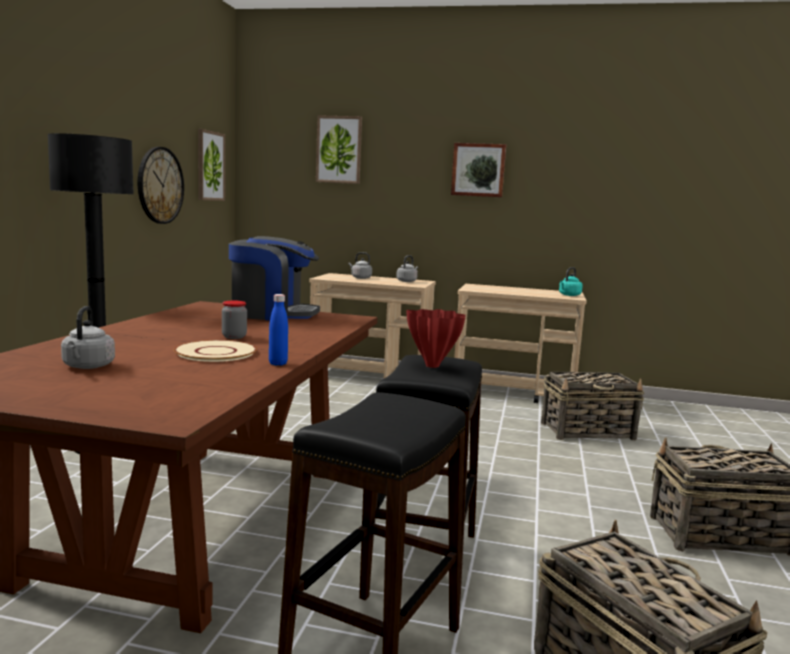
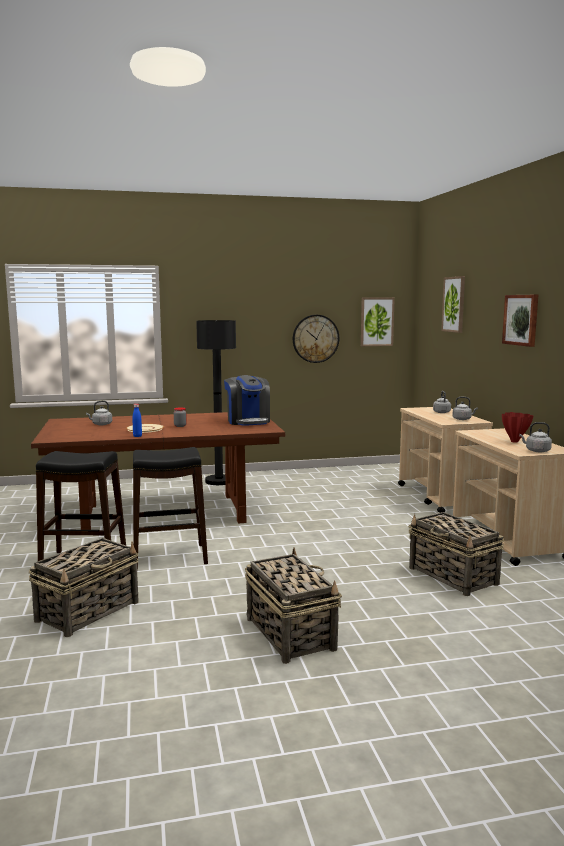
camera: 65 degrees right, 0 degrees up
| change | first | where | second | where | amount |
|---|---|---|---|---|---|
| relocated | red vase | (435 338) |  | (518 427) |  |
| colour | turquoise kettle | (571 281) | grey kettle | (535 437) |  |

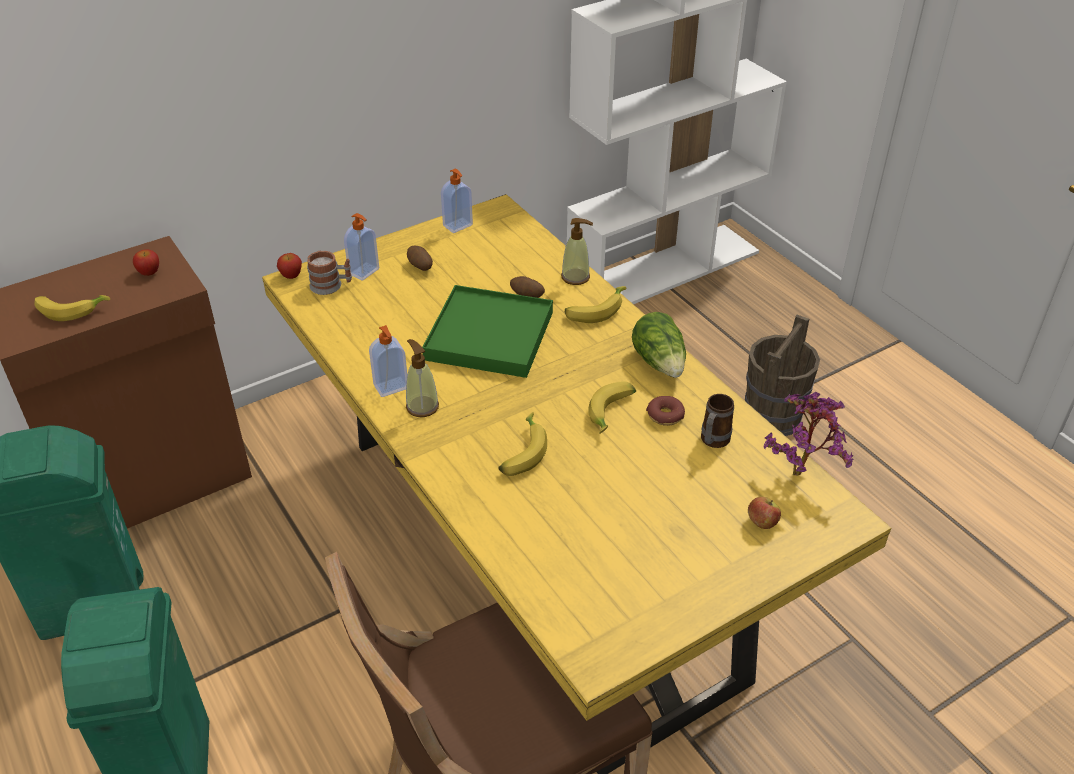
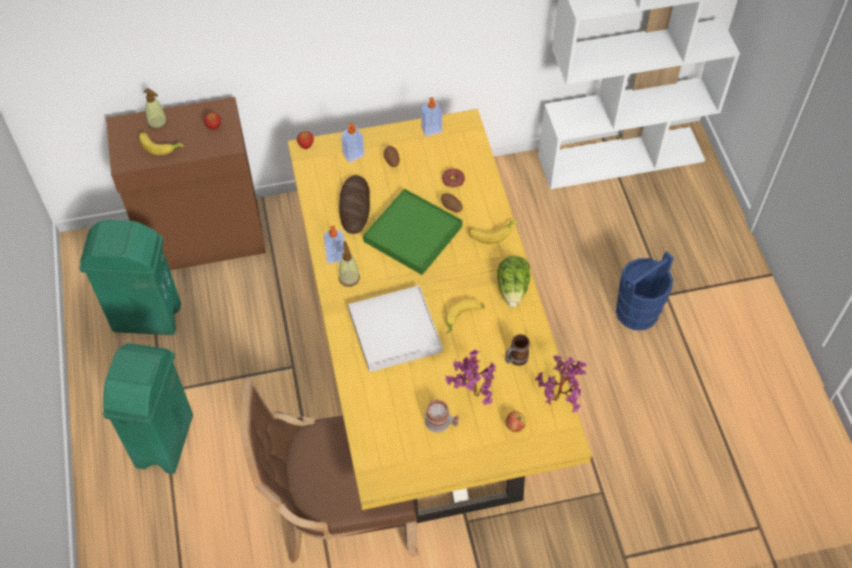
camera: 20 degrees right, 15 degrees up
| change | first | where | second | where | amount |
|---|---|---|---|---|---|
| relocated | mug | (329 272) |  | (442 416) |  |
| exchanged | banana | (522 444) | white tray | (395 328) |  |
| relocated | soap dispenser | (577 251) |  | (155 109) |  |
| relocated | donut | (665 411) |  | (453 178) |  |
| colour | brown bucket | (782 375) | blue bucket | (645 290) |  |
| appeared |  |  | bread | (354 204) |  |
| appeared |  |  | potted plant | (470 377) |  |

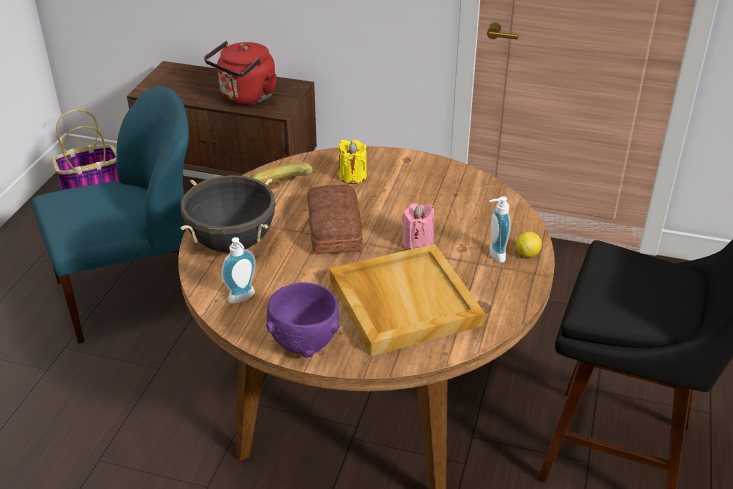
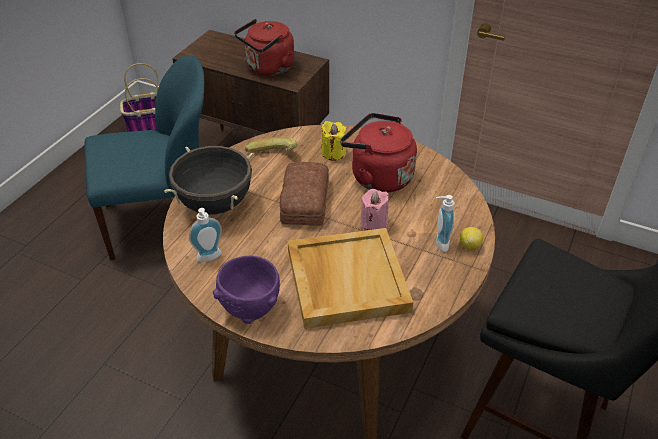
camera: 10 degrees right, 5 degrees up
| change | first | where | second | where | amount |
|---|---|---|---|---|---|
| appeared |  |  | red kettle | (378 152) |  |

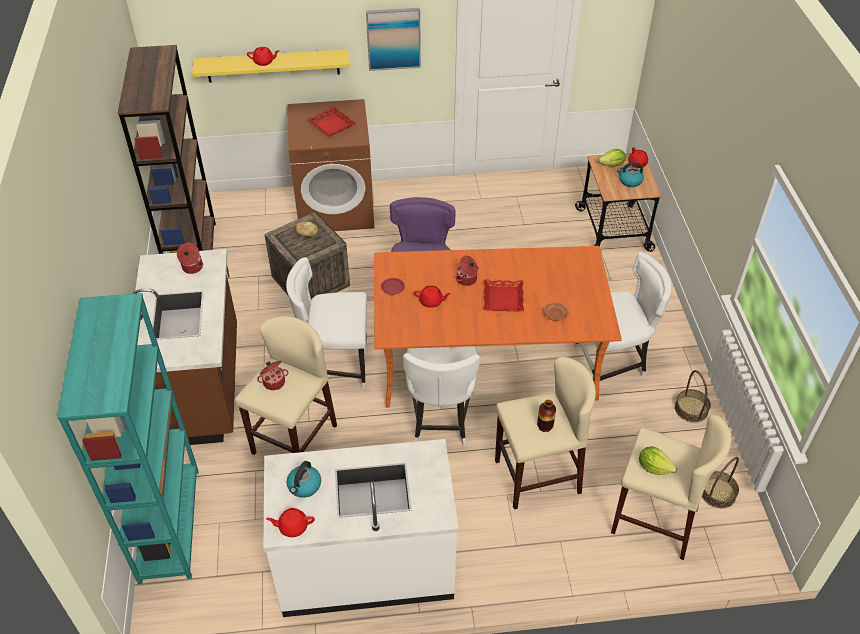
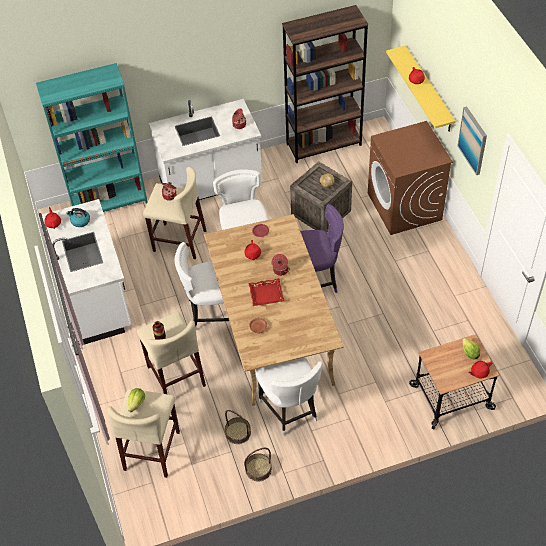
camera: 80 degrees right, 5 degrees up
| change | first | where | second | where | amount |
|---|---|---|---|---|---|
| colour | brown counter | (185 347) | white counter | (206 149) |  |
| missing | red tray | (331 122) |  |  |  |
| colour | orange dining table | (498 327) | beige dining table | (273 310) |  |
| missing | kettle | (630 174) |  |  |  |
| relocated | basket | (720 482) |  | (238 427) |  |

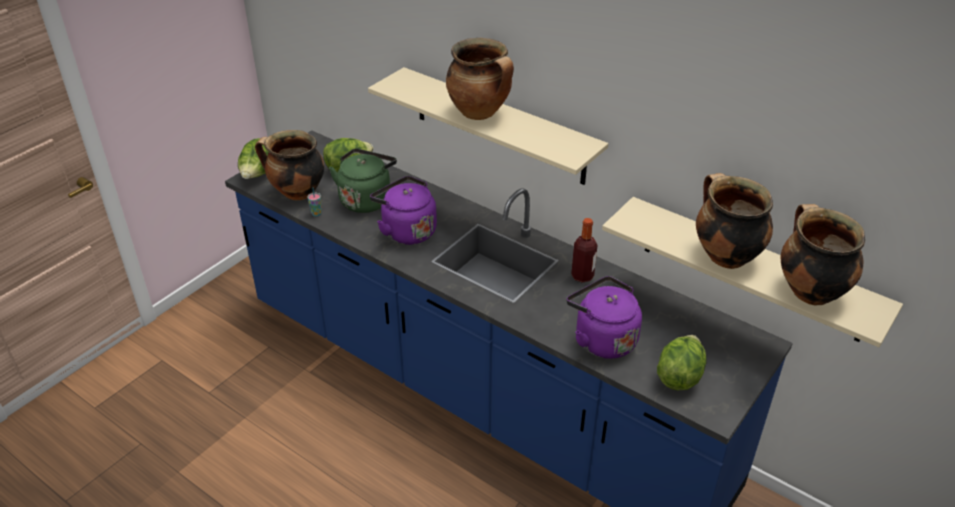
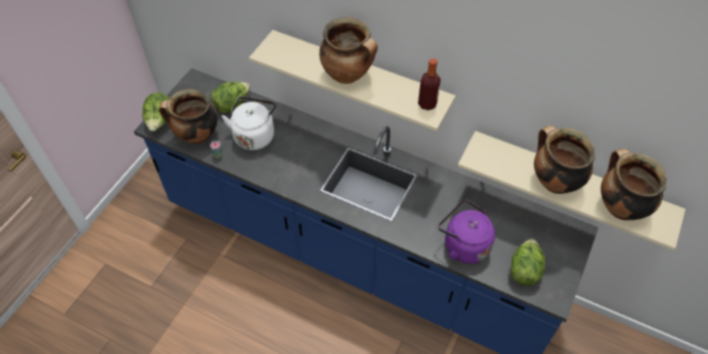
camera: 10 degrees left, 15 degrees up
| change | first | where | second | where | amount |
|---|---|---|---|---|---|
| colour | green kettle | (363 181) | white kettle | (249 123) |  |
| missing | purple kettle | (403 210) |  |  |  |
| relocated | bottle | (584 250) |  | (429 84) |  |

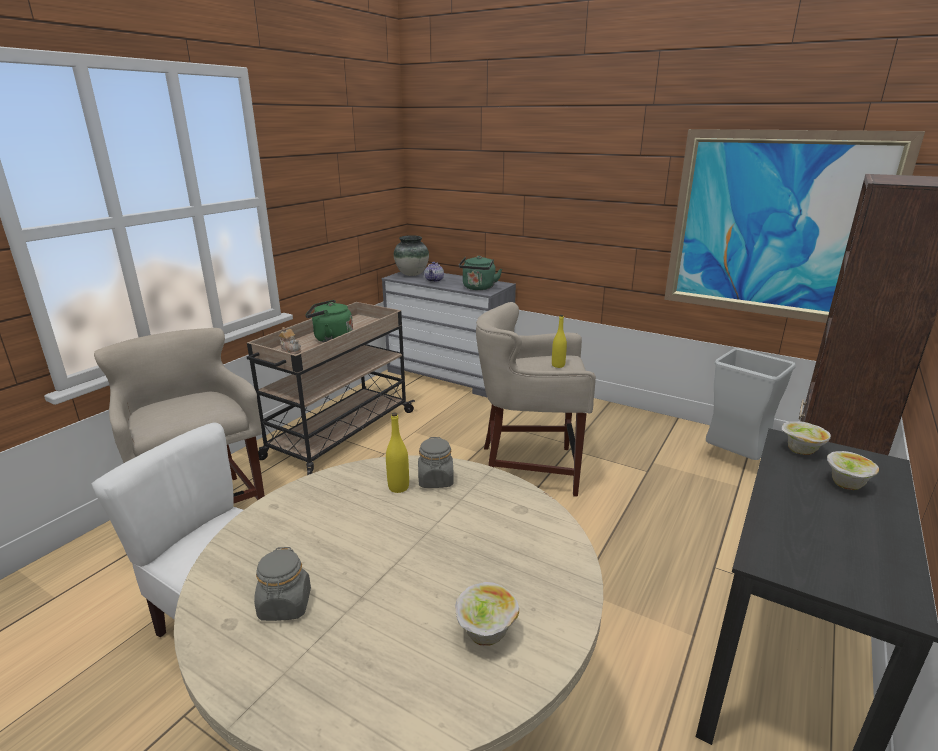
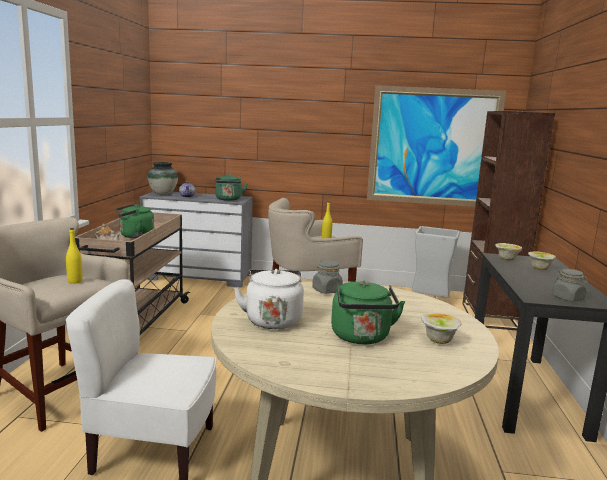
camera: 25 degrees left, 10 degrees down
| change | first | where | second | where | amount |
|---|---|---|---|---|---|
| relocated | grey jar | (282 584) |  | (570 285) |  |
| relocated | yellow bottle | (397 452) |  | (74 256) |  |
| appeared |  |  | white kettle | (269 299) |  |
| appeared |  |  | green kettle | (368 312) |  |

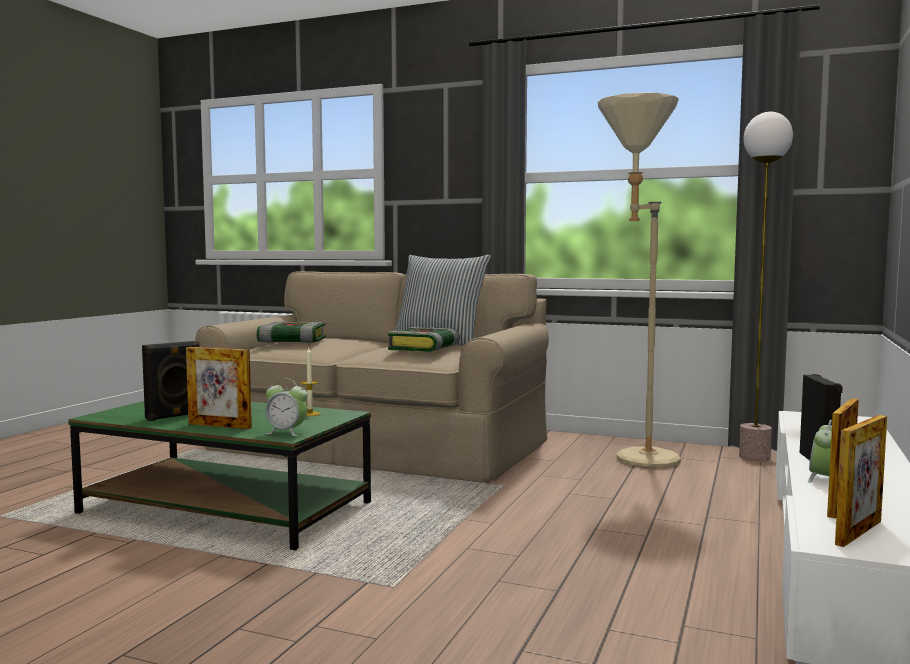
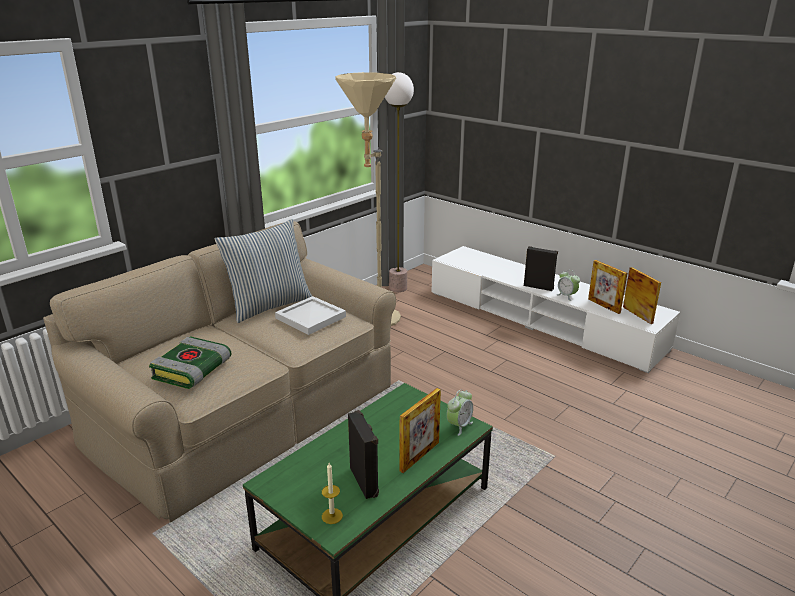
camera: 70 degrees left, 20 degrees up
| change | first | where | second | where | amount |
|---|---|---|---|---|---|
| relocated | candle | (311 382) |  | (332 493) |  |
| exchanged | book | (424 339) | white tray | (310 315) |  |

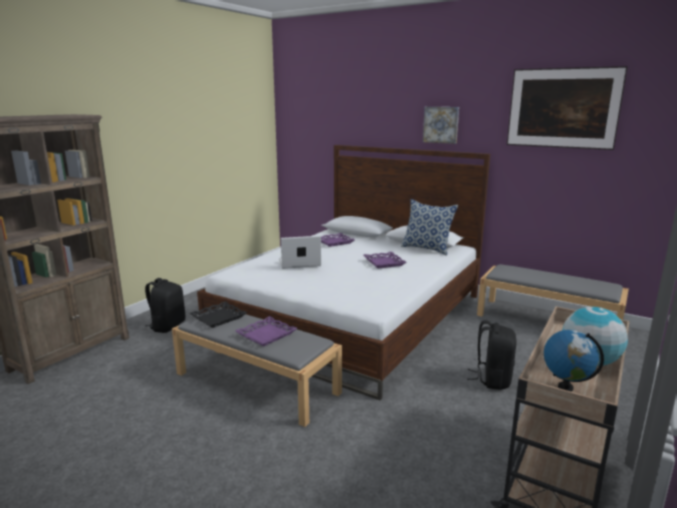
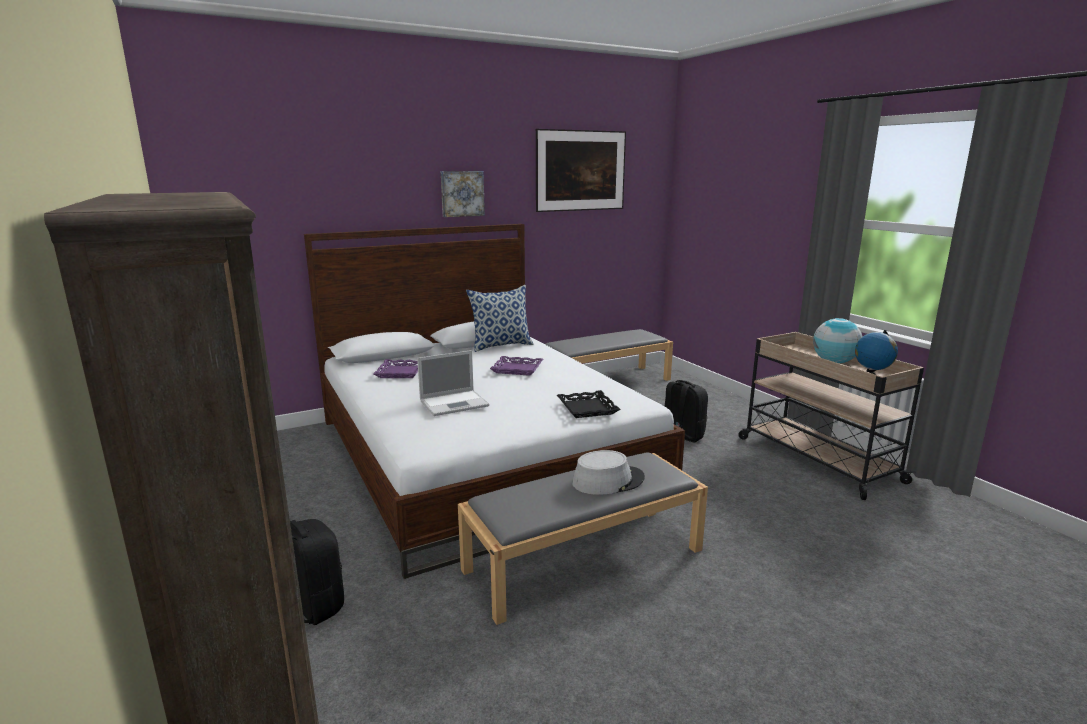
camera: 60 degrees left, 0 degrees up
| change | first | where | second | where | amount |
|---|---|---|---|---|---|
| relocated | black tray | (218 314) |  | (589 404) |  |
| exchanged | purple tray | (266 331) | grey hat | (608 472) |  |
| spun | laptop | (300 252) |  | (453 383) | 135 degrees counterclockwise |

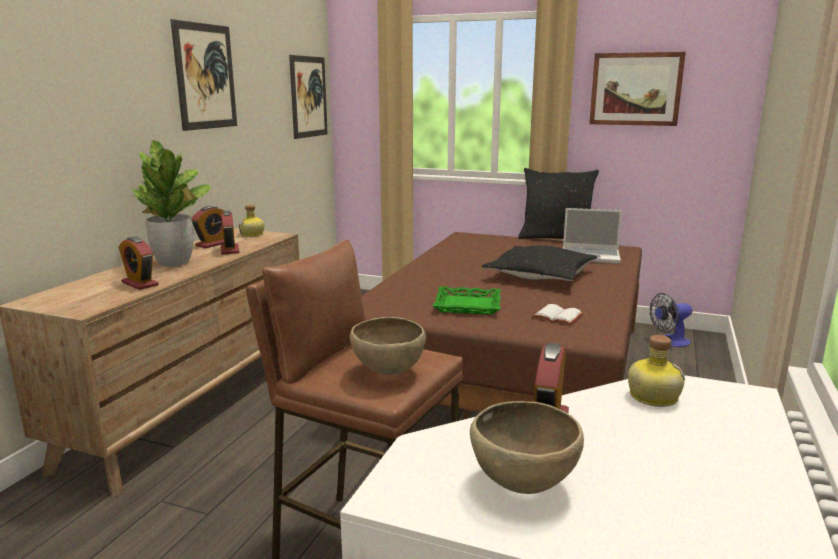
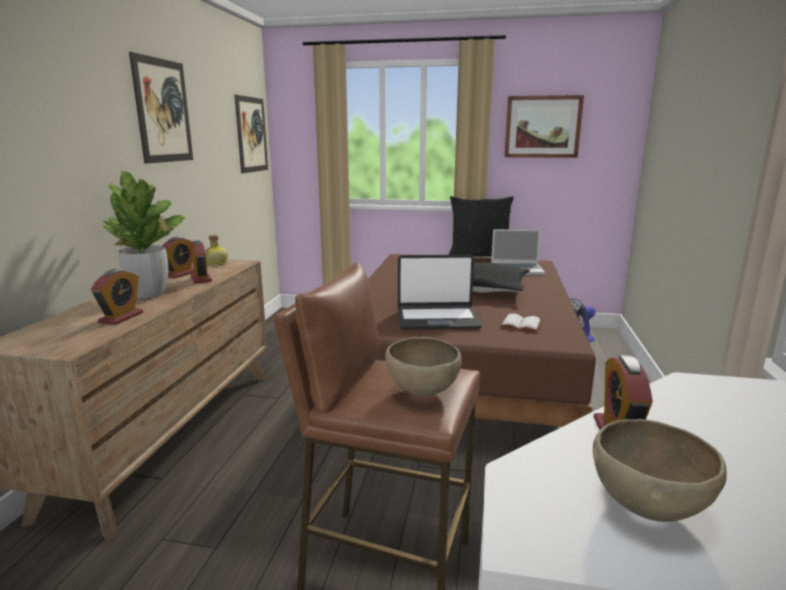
camera: 10 degrees left, 0 degrees up
| change | first | where | second | where | amount |
|---|---|---|---|---|---|
| spun | alarm clock | (139 263) |  | (117 297) | 105 degrees counterclockwise |
| exchanged | green tray | (467 300) | laptop | (440 292) |  |
| missing | bottle | (656 371) |  |  |  |

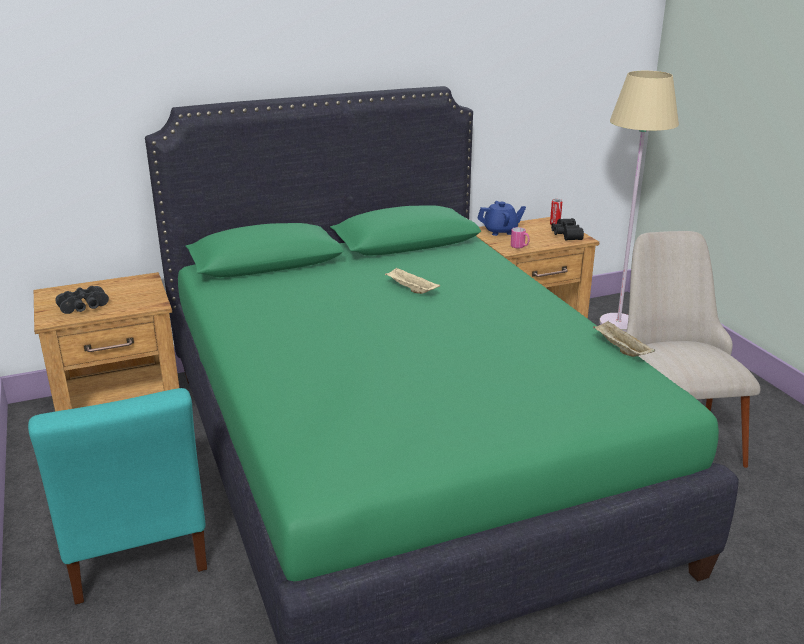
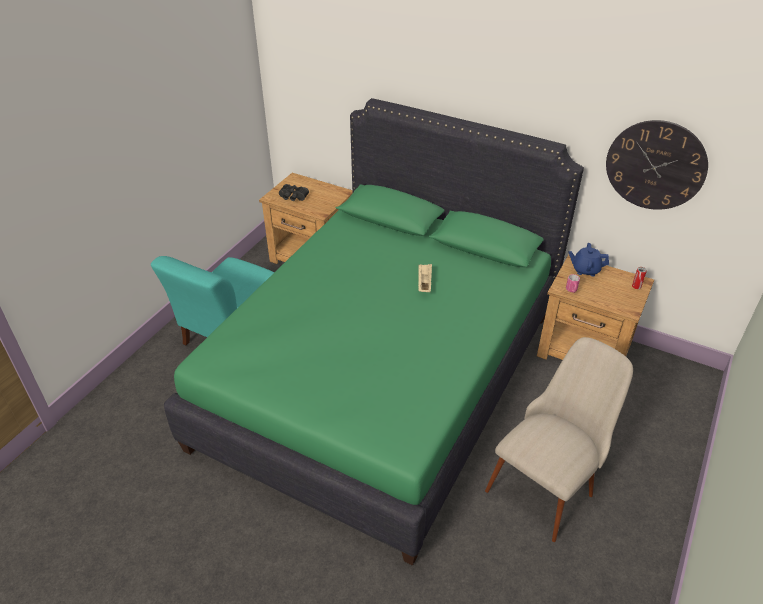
camera: 50 degrees right, 15 degrees up
| change | first | where | second | where | amount |
|---|---|---|---|---|---|
| spun | blue teapot | (501 218) |  | (589 259) | 150 degrees clockwise |
| missing | black binoculars | (567 229) |  |  |  |
| missing | beige tray | (624 339) |  |  |  |
| missing | beige floor lamp | (639 201) |  |  |  |
| appeared |  |  | wall clock | (657 165) |  |

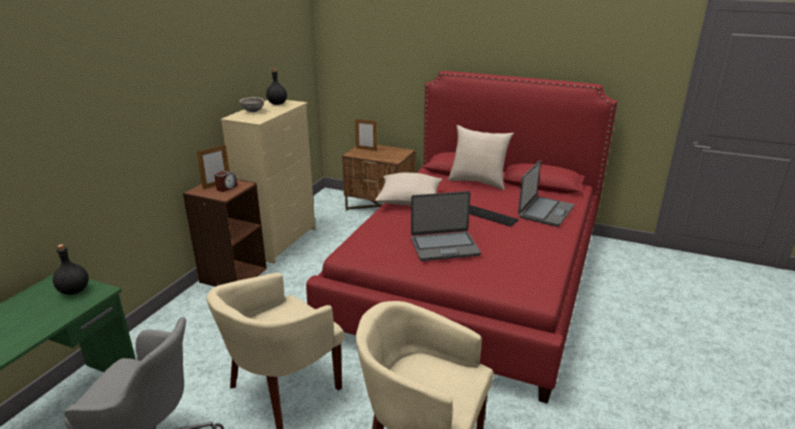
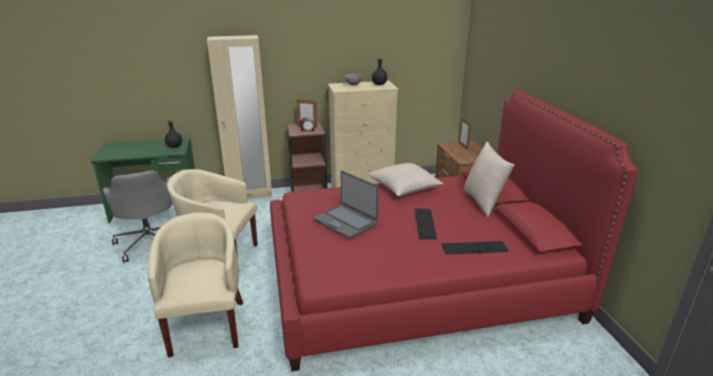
camera: 55 degrees right, 0 degrees up
| change | first | where | second | where | amount |
|---|---|---|---|---|---|
| exchanged | laptop | (546 193) | keyboard | (475 247) |  |
| appeared |  |  | beige wardrobe | (239 117) |  |

